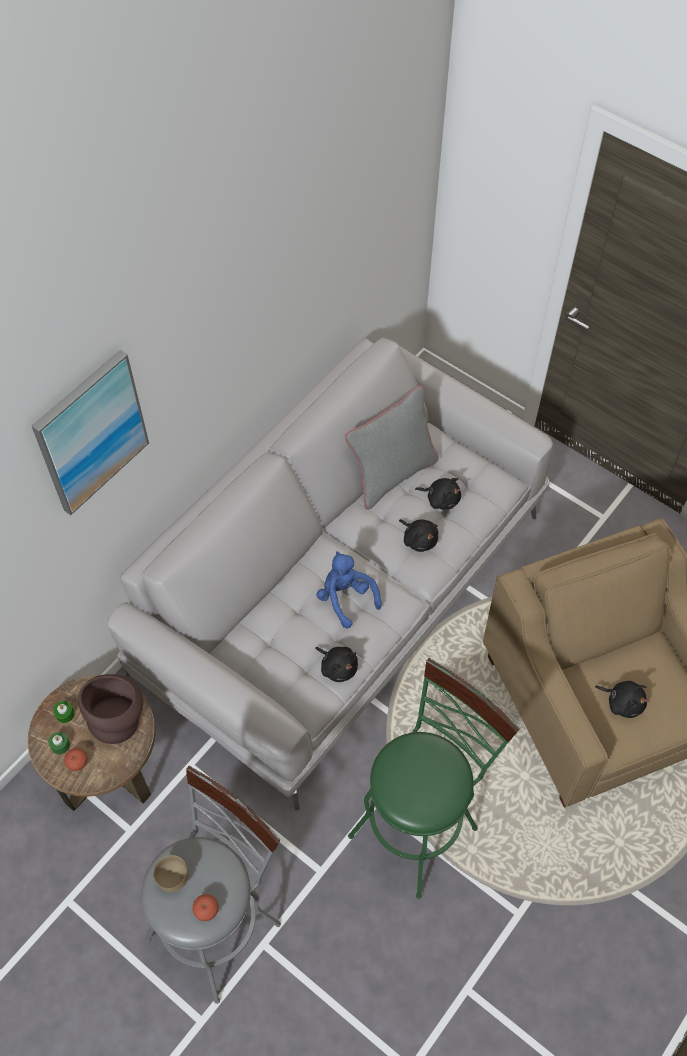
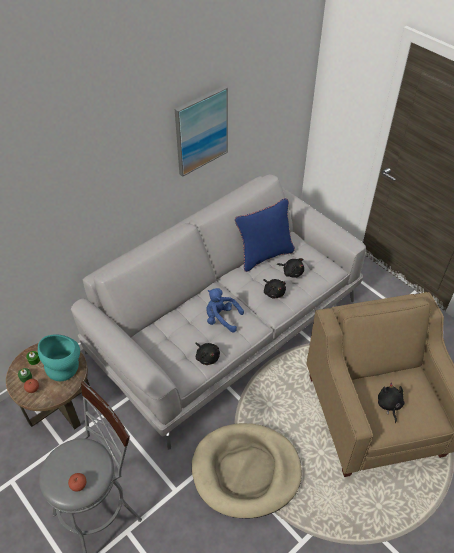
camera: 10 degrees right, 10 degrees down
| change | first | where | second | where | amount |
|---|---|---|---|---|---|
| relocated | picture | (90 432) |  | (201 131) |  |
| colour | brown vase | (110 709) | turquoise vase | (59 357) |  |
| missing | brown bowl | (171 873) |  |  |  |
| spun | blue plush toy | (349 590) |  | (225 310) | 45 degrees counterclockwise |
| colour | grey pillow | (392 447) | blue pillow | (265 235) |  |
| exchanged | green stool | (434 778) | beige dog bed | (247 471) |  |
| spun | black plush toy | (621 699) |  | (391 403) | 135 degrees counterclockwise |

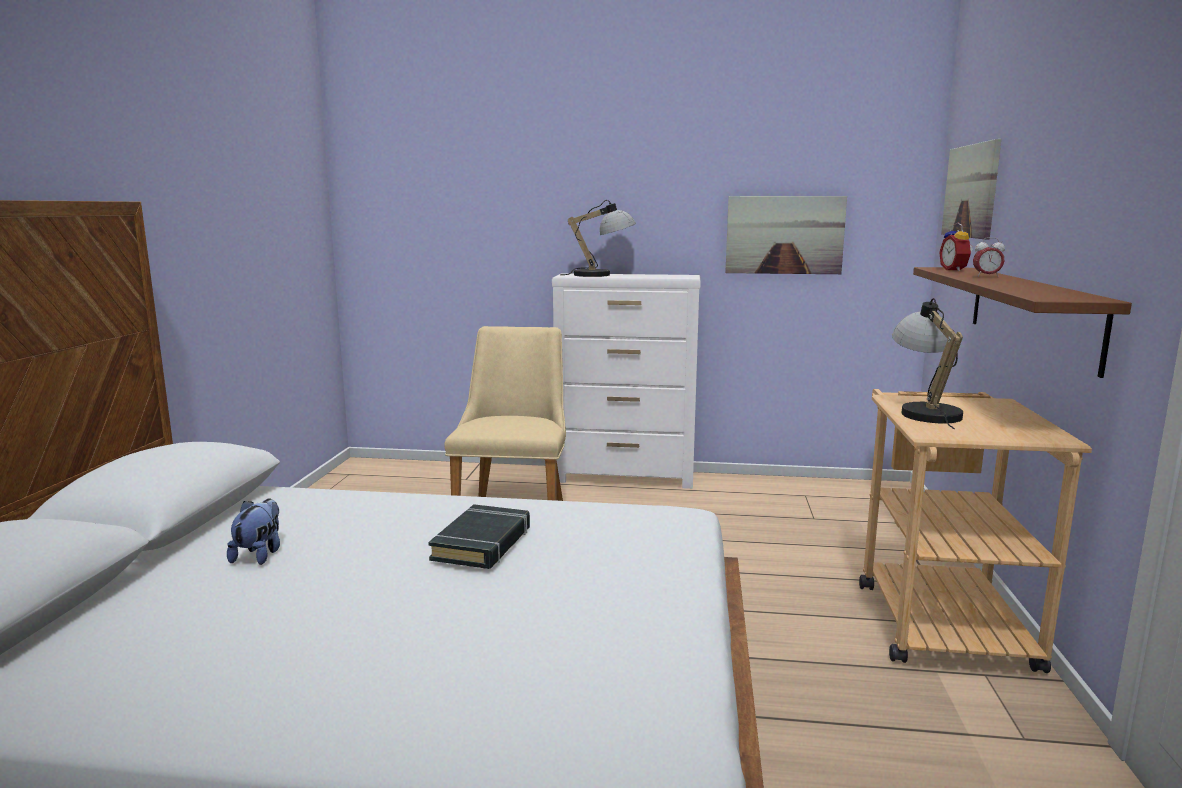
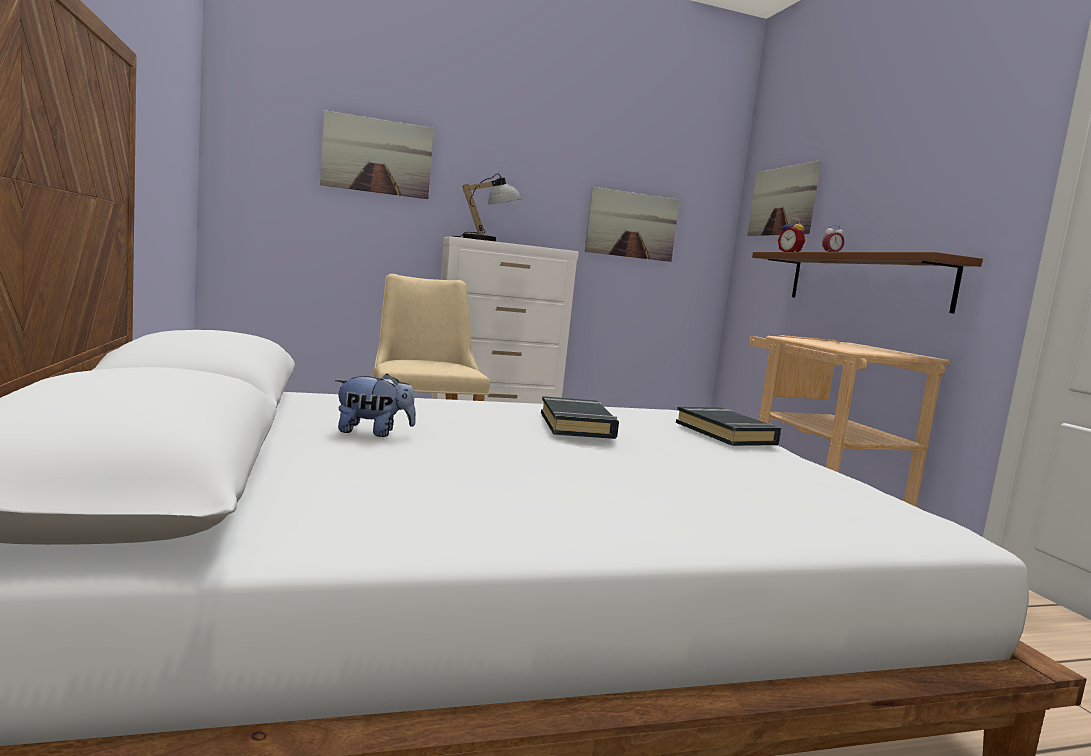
camera: 25 degrees left, 5 degrees down
| change | first | where | second | where | amount |
|---|---|---|---|---|---|
| spun | plush toy | (253 531) |  | (375 405) | 105 degrees clockwise |
| missing | table lamp | (927 364) |  |  |  |
| appeared |  |  | picture | (377 154) |  |
| appeared |  |  | black book | (728 426) |  |

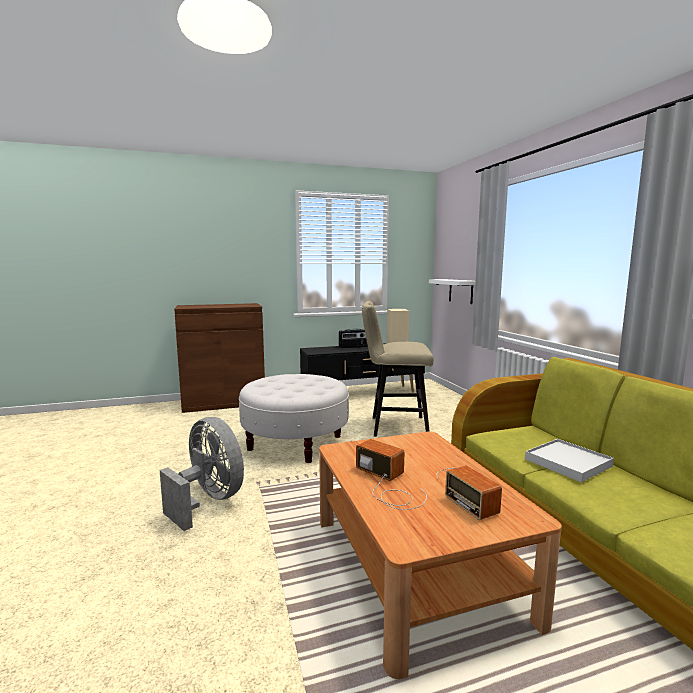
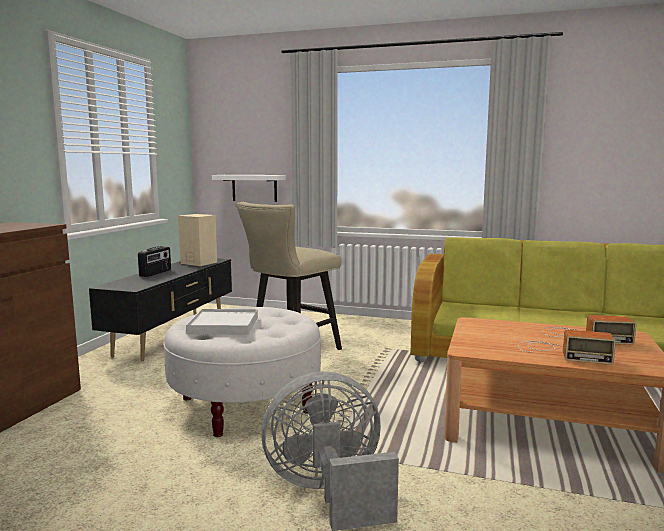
camera: 55 degrees left, 0 degrees up
| change | first | where | second | where | amount |
|---|---|---|---|---|---|
| spun | radio | (391 474) |  | (567 347) | 150 degrees counterclockwise |
| relocated | white tray | (569 460) |  | (222 322) |  |

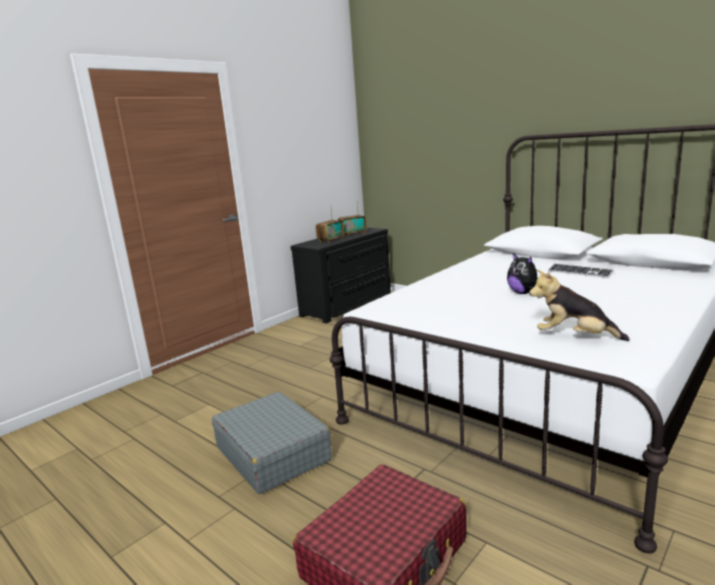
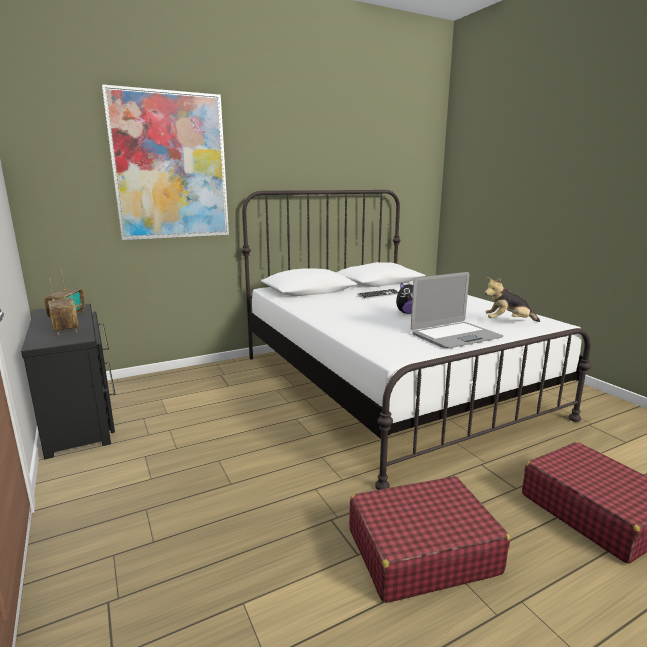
camera: 70 degrees left, 0 degrees up
| change | first | where | second | where | amount |
|---|---|---|---|---|---|
| colour | grey suitcase | (272 443) | red suitcase | (429 539) |  |
| spun | plush toy | (579 305) |  | (512 299) | 45 degrees clockwise |
| appeared |  |  | picture | (165 162) |  |
| appeared |  |  | laptop | (457 310) |  |

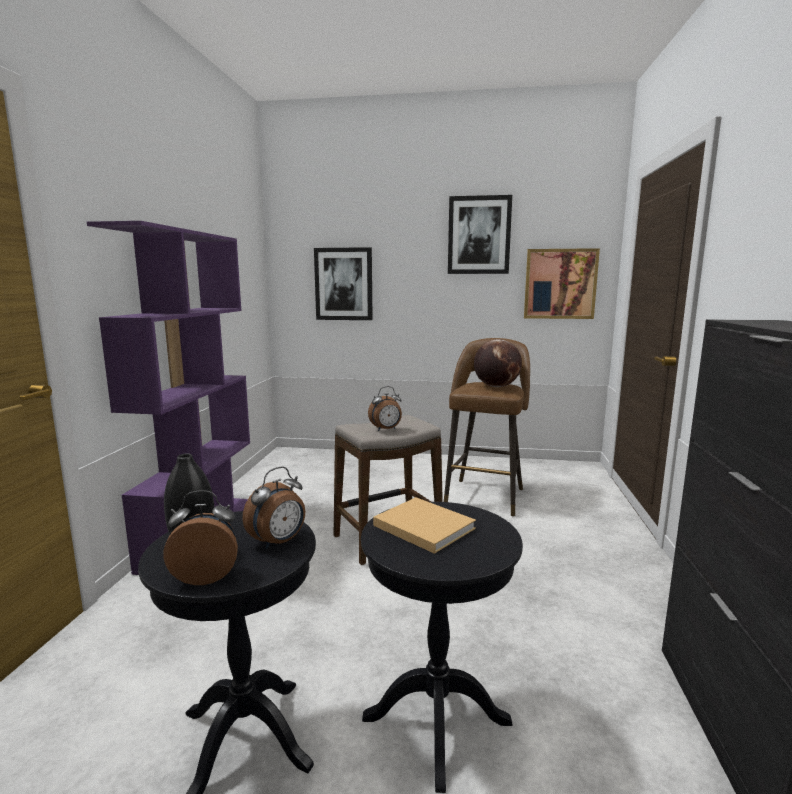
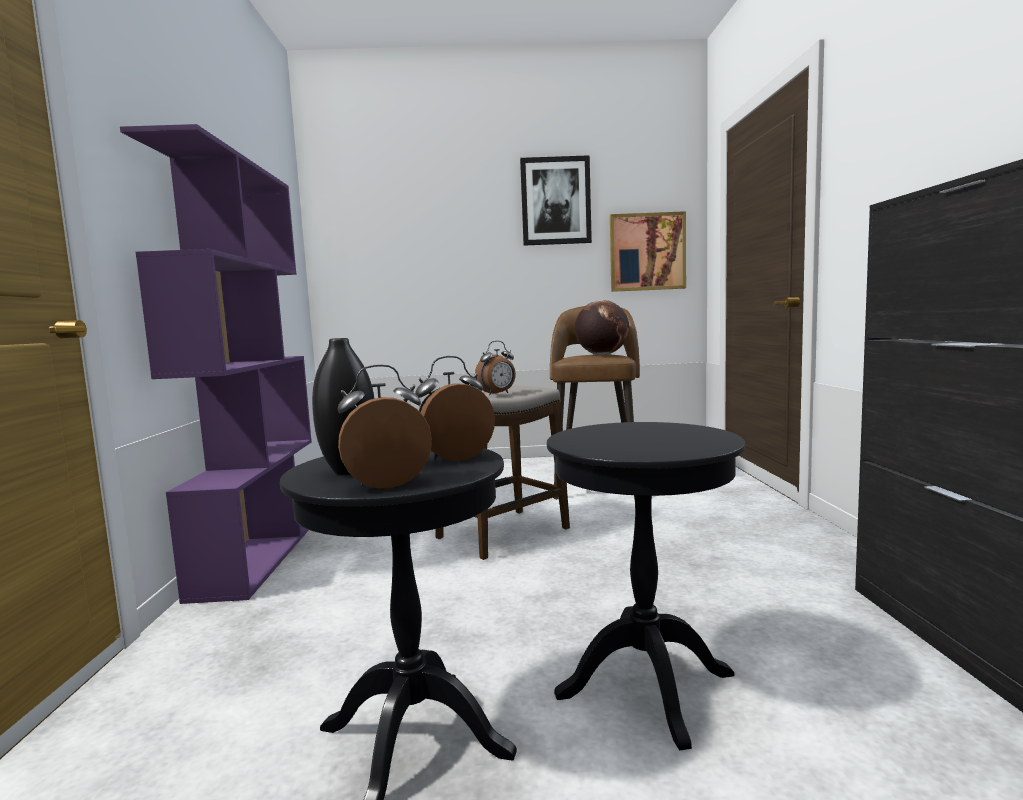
camera: 10 degrees left, 5 degrees down
| change | first | where | second | where | amount |
|---|---|---|---|---|---|
| spun | alarm clock | (273 507) |  | (455 408) | 150 degrees counterclockwise |
| missing | picture | (343 283) |  |  |  |
| missing | beige book | (424 525) |  |  |  |

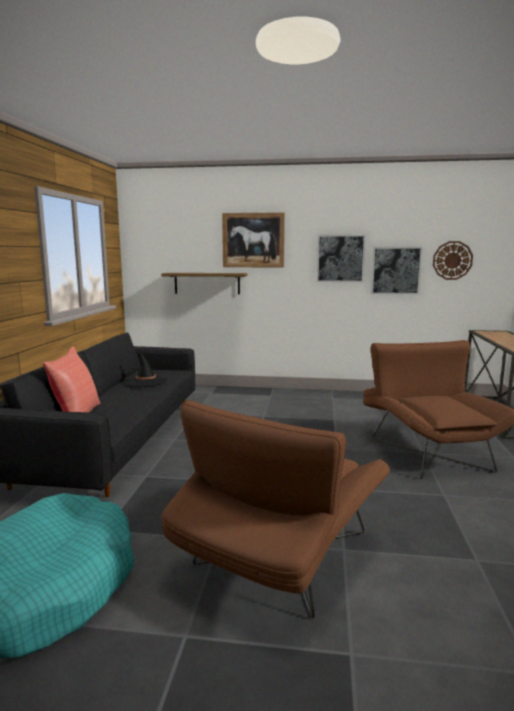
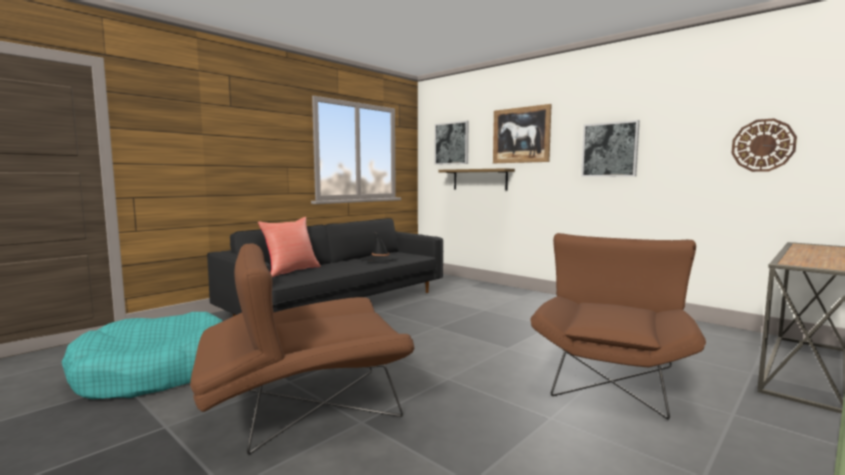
camera: 35 degrees right, 5 degrees down
| change | first | where | second | where | amount |
|---|---|---|---|---|---|
| relocated | picture | (397 271) |  | (452 143) |  |

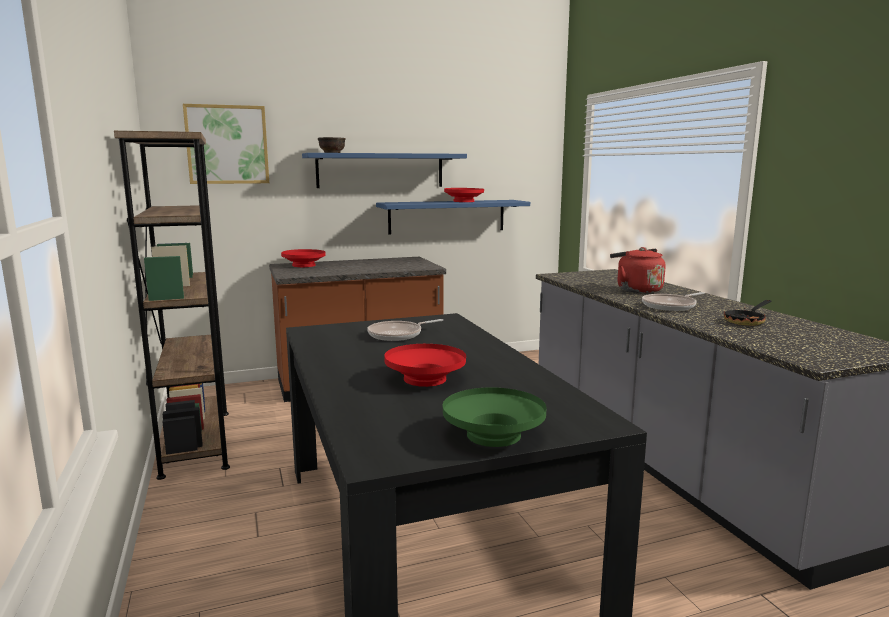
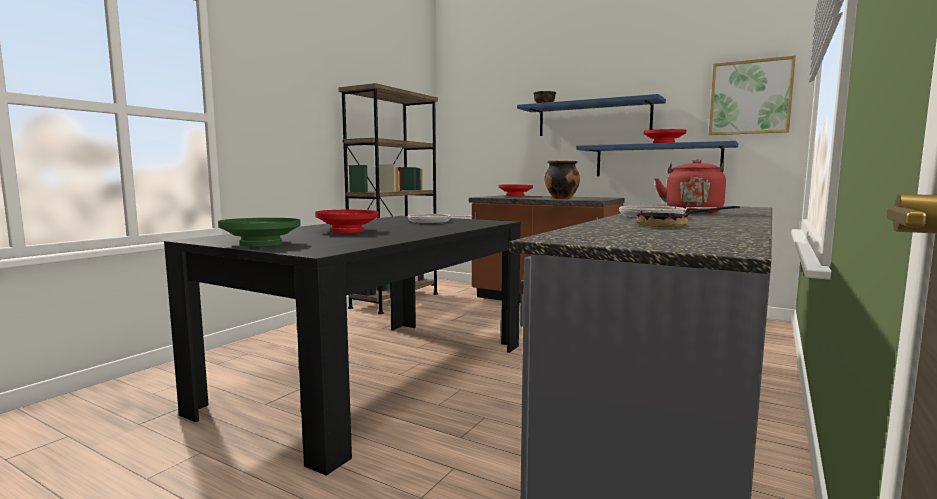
camera: 50 degrees right, 5 degrees down
| change | first | where | second | where | amount |
|---|---|---|---|---|---|
| relocated | picture | (226 144) |  | (752 95) |  |
| appeared |  |  | cooking pot | (562 179) |  |

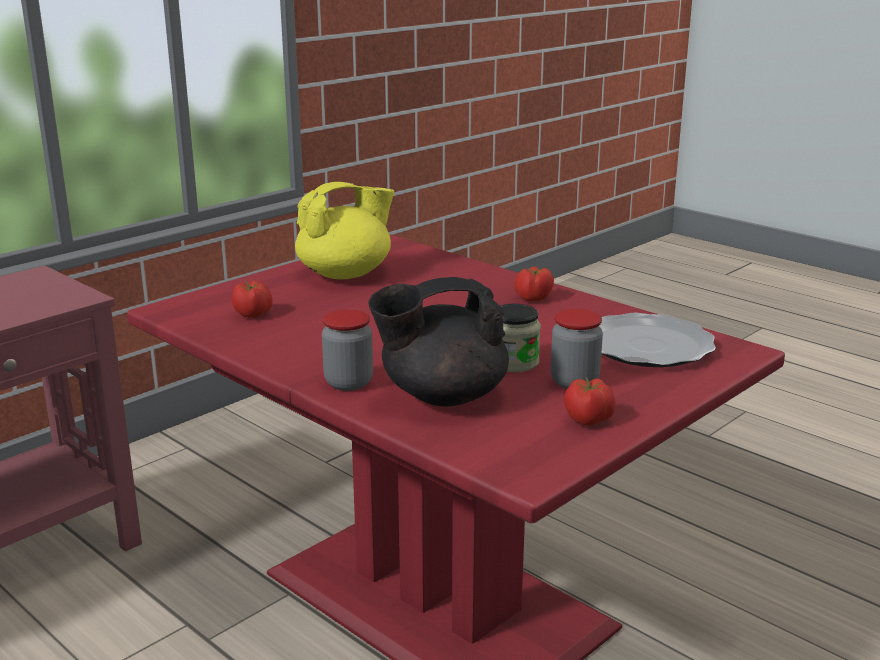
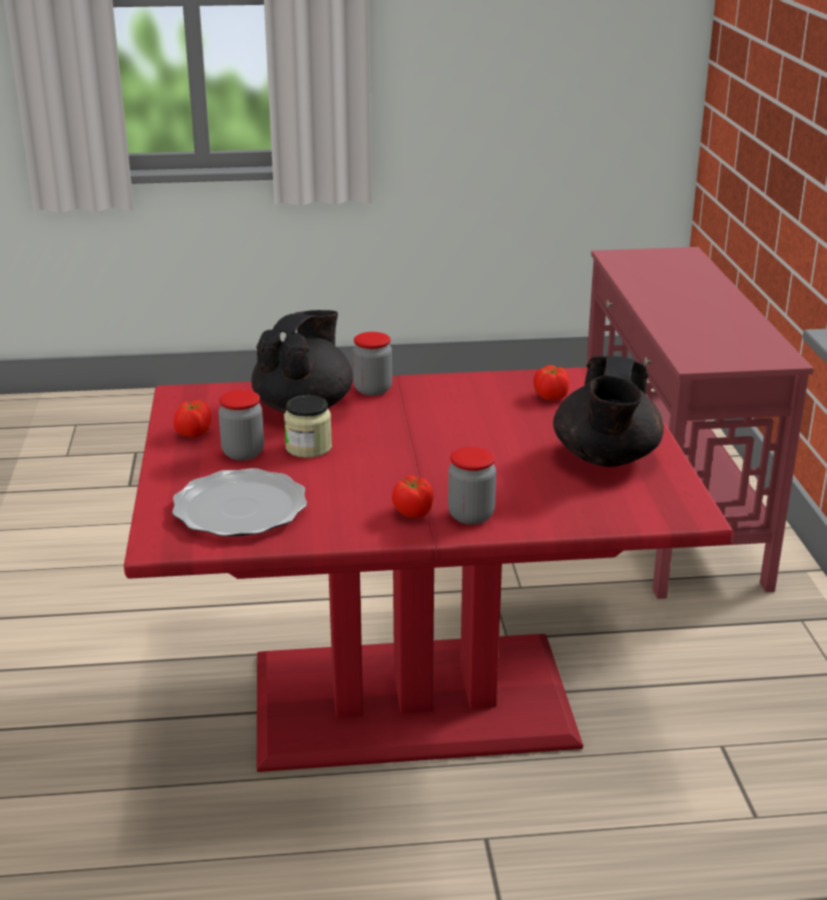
camera: 130 degrees right, 5 degrees up
| change | first | where | second | where | amount |
|---|---|---|---|---|---|
| colour | yellow teapot | (344 230) | black teapot | (608 411) |  |
| appeared |  |  | jar | (472 486) |  |

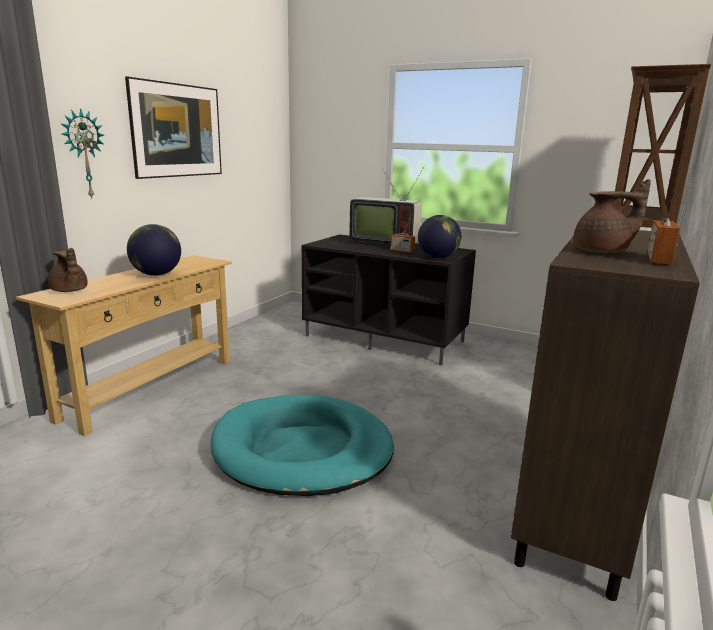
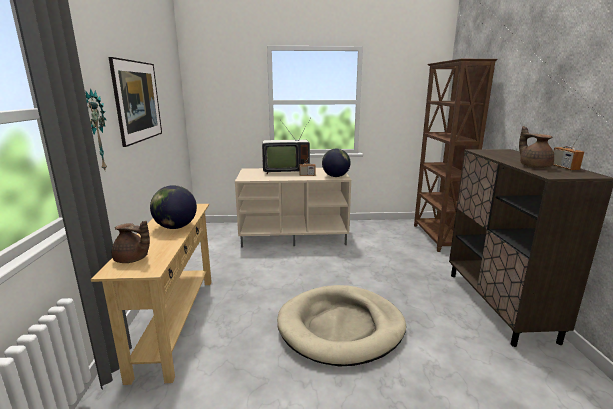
camera: 30 degrees left, 0 degrees up
| change | first | where | second | where | amount |
|---|---|---|---|---|---|
| colour | turquoise dog bed | (302 445) | beige dog bed | (341 326) |  |
| colour | black tv stand | (389 299) | beige tv stand | (293 207) |  |
| spun | brown teapot | (612 216) |  | (536 147) | 75 degrees counterclockwise |

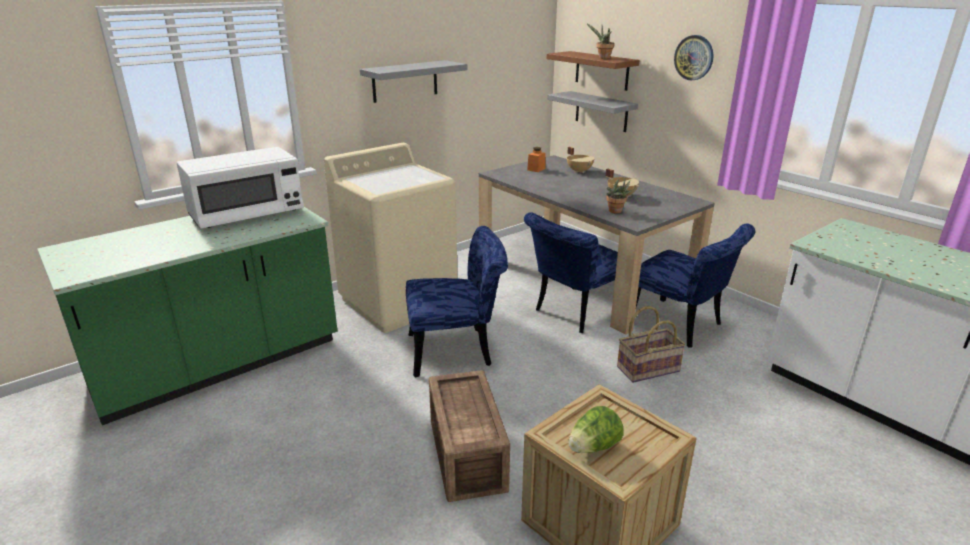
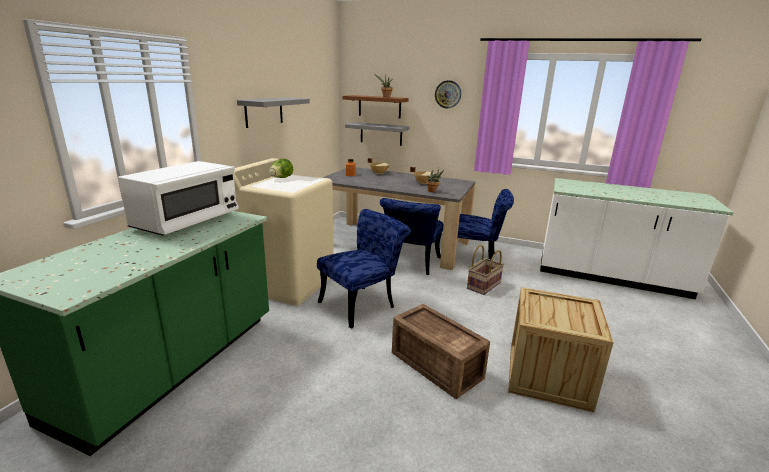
camera: 30 degrees left, 5 degrees down
| change | first | where | second | where | amount |
|---|---|---|---|---|---|
| relocated | lettuce | (595 429) |  | (281 168) |  |

